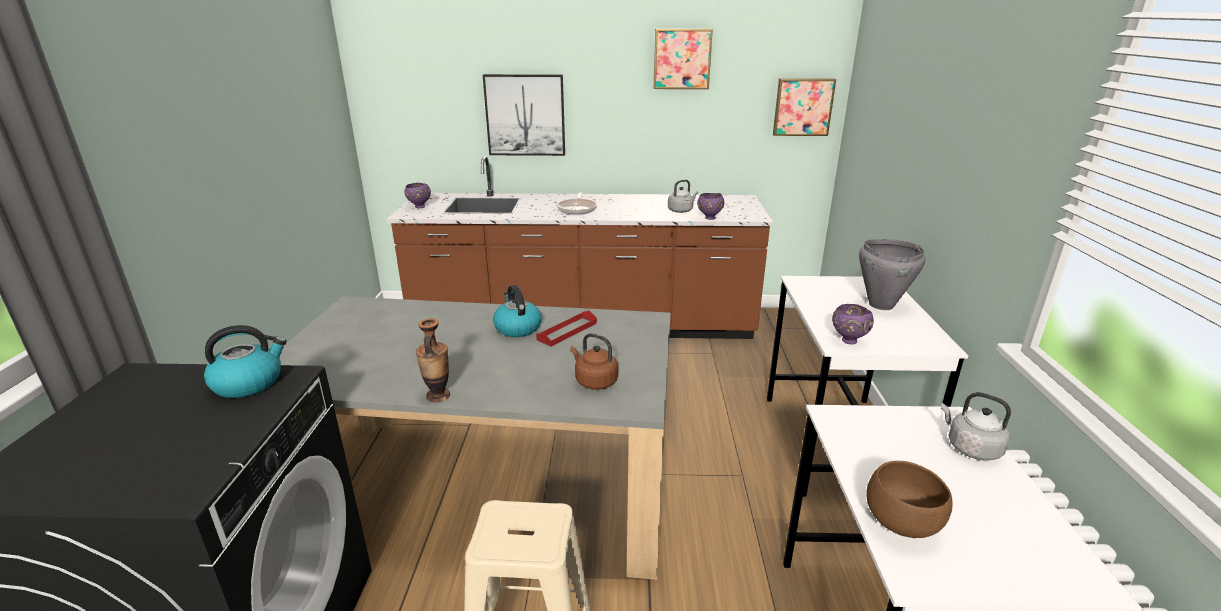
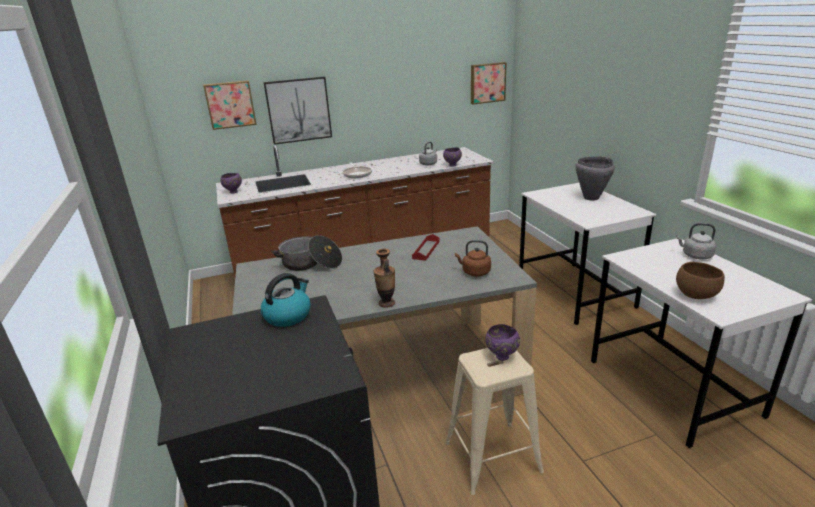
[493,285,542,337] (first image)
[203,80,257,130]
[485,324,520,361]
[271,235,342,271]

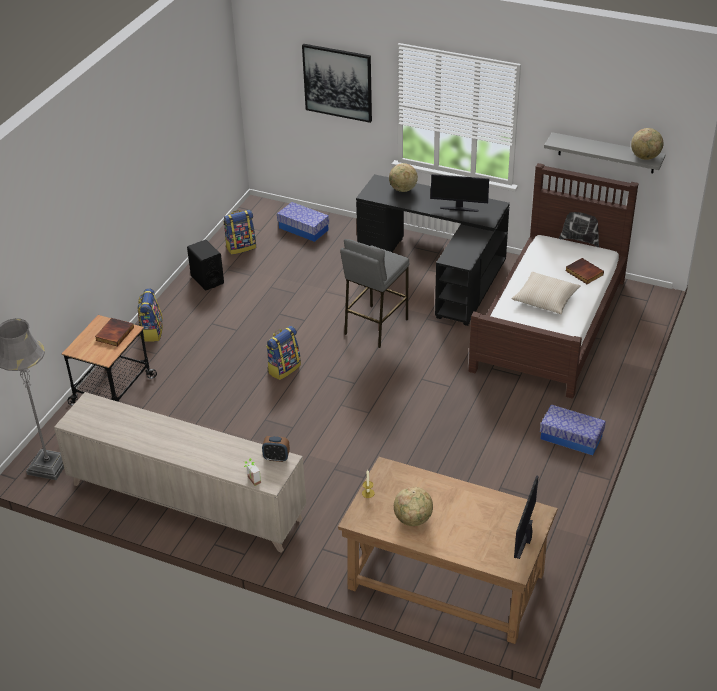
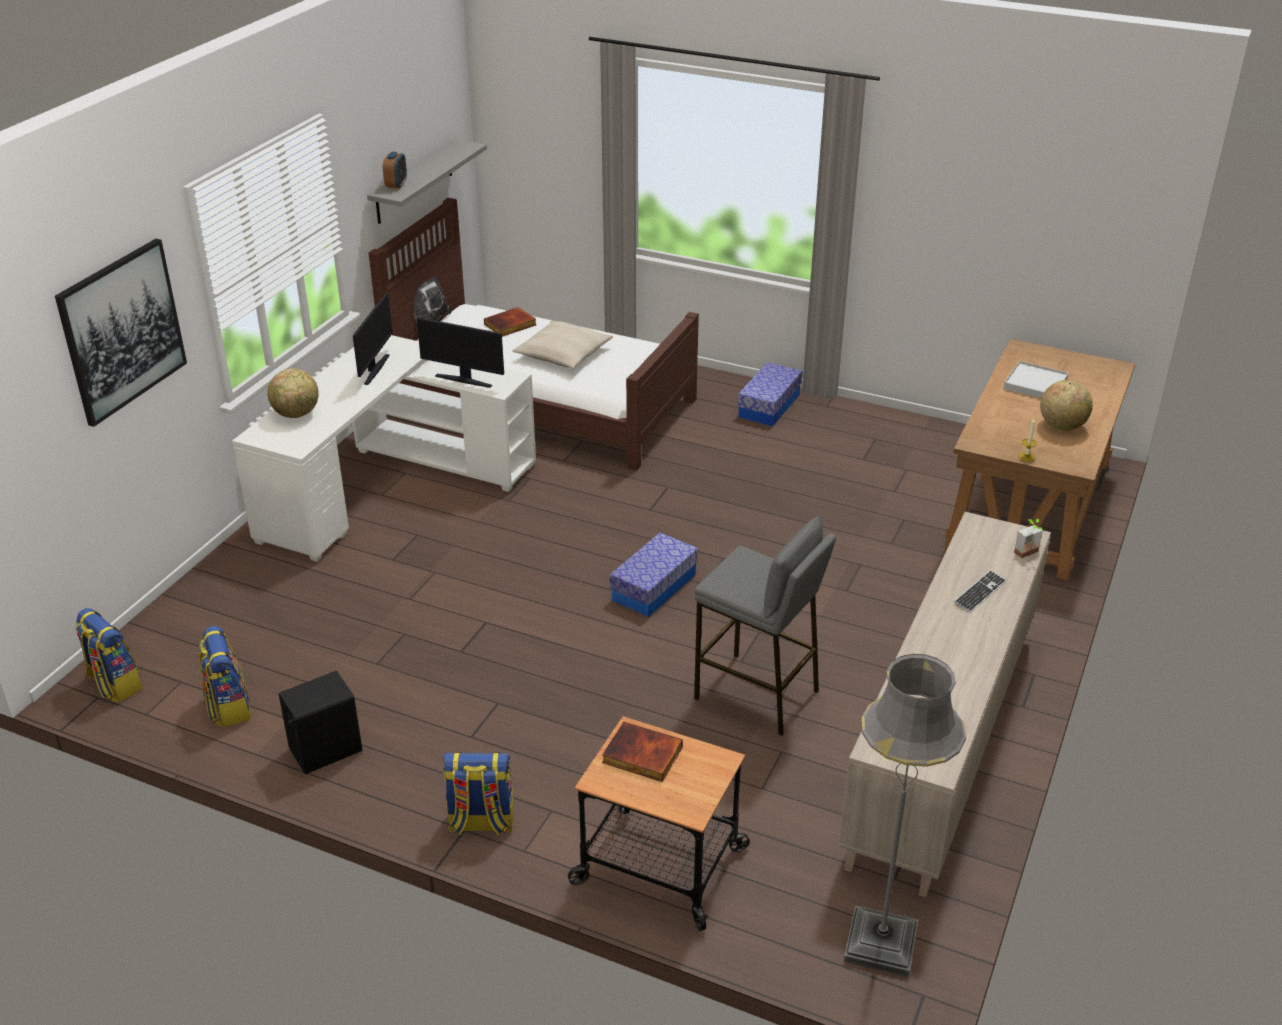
[383,152,407,189]
[75,608,143,703]
[609,533,698,617]
[694,516,836,736]
[232,335,536,562]
[417,317,504,388]
[631,128,663,160] (first image)
[954,570,1007,613]
[1003,361,1069,399]

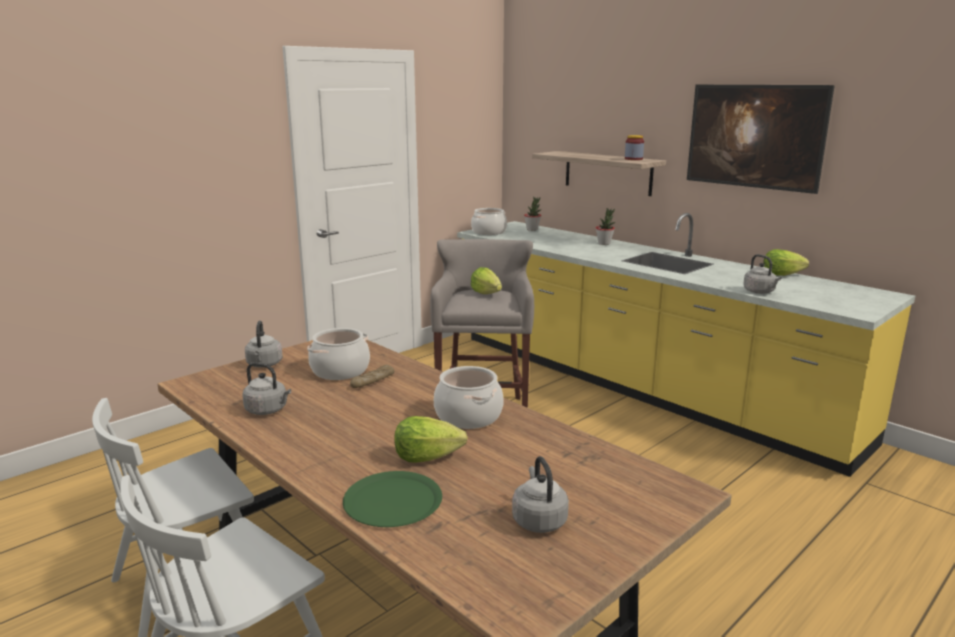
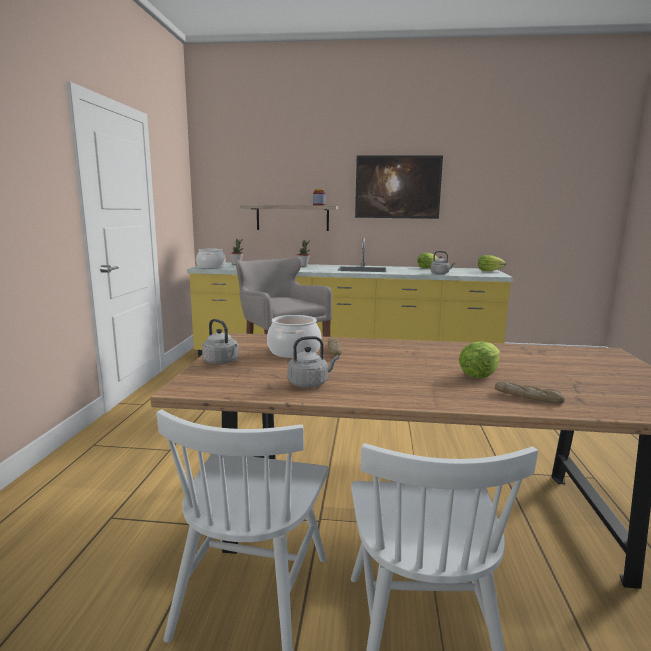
[495,381,565,404]
[434,366,504,429] (first image)
[478,255,506,271]
[512,456,569,533] (first image)

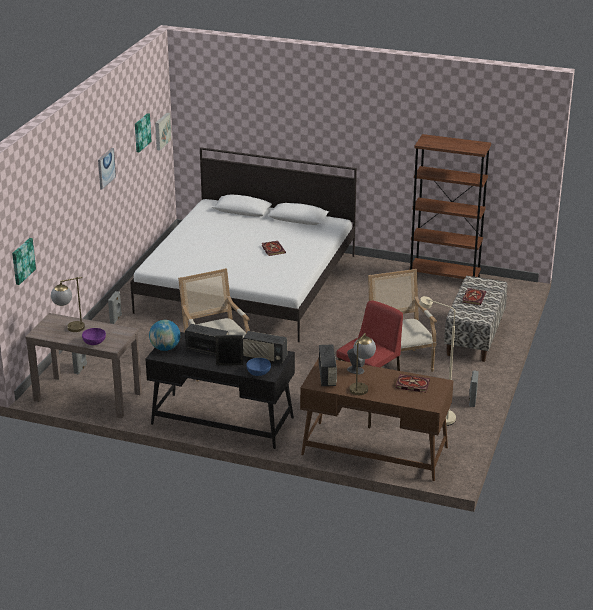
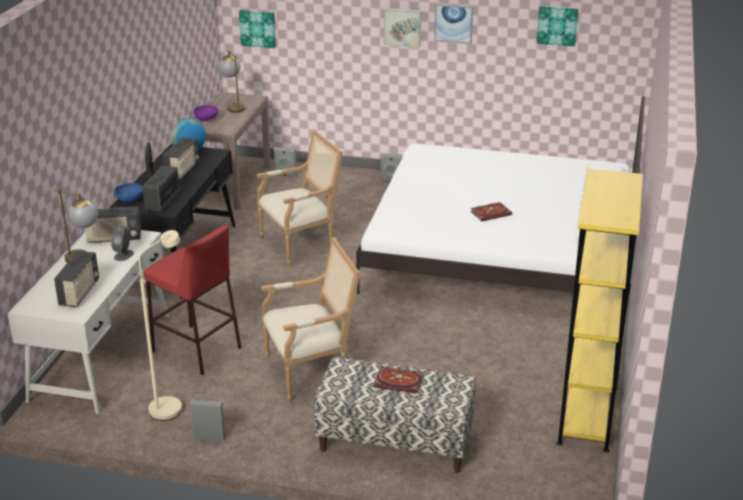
[384,8,421,48]
[7,230,169,414]
[54,251,99,307]
[557,169,643,452]

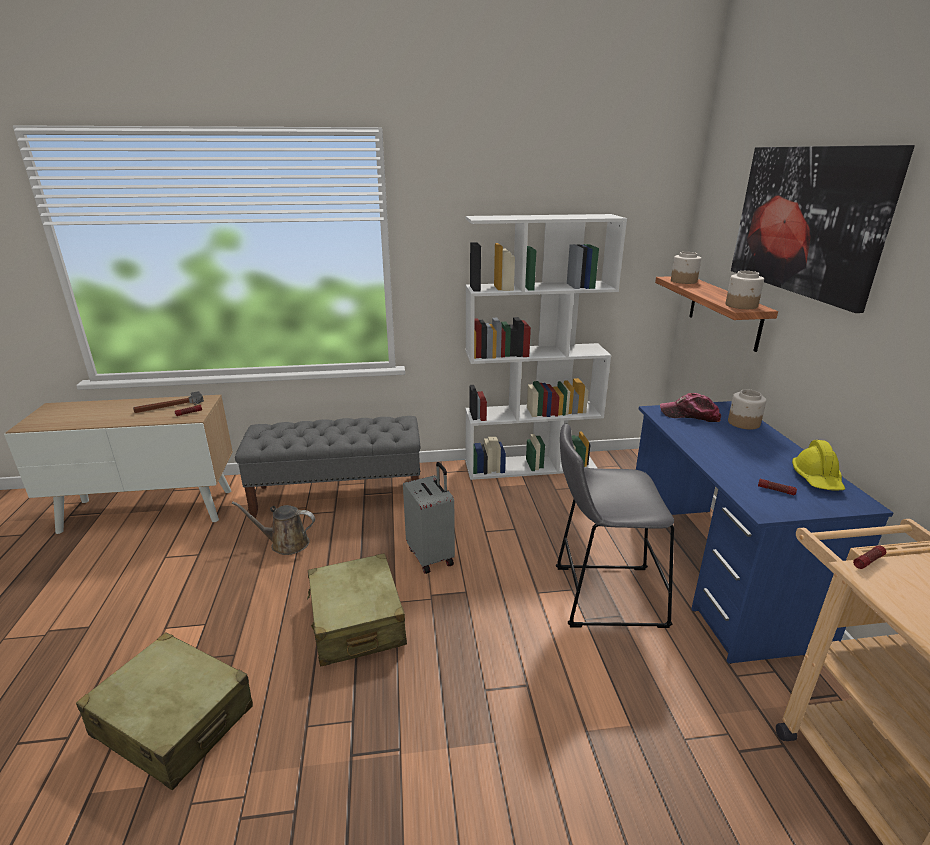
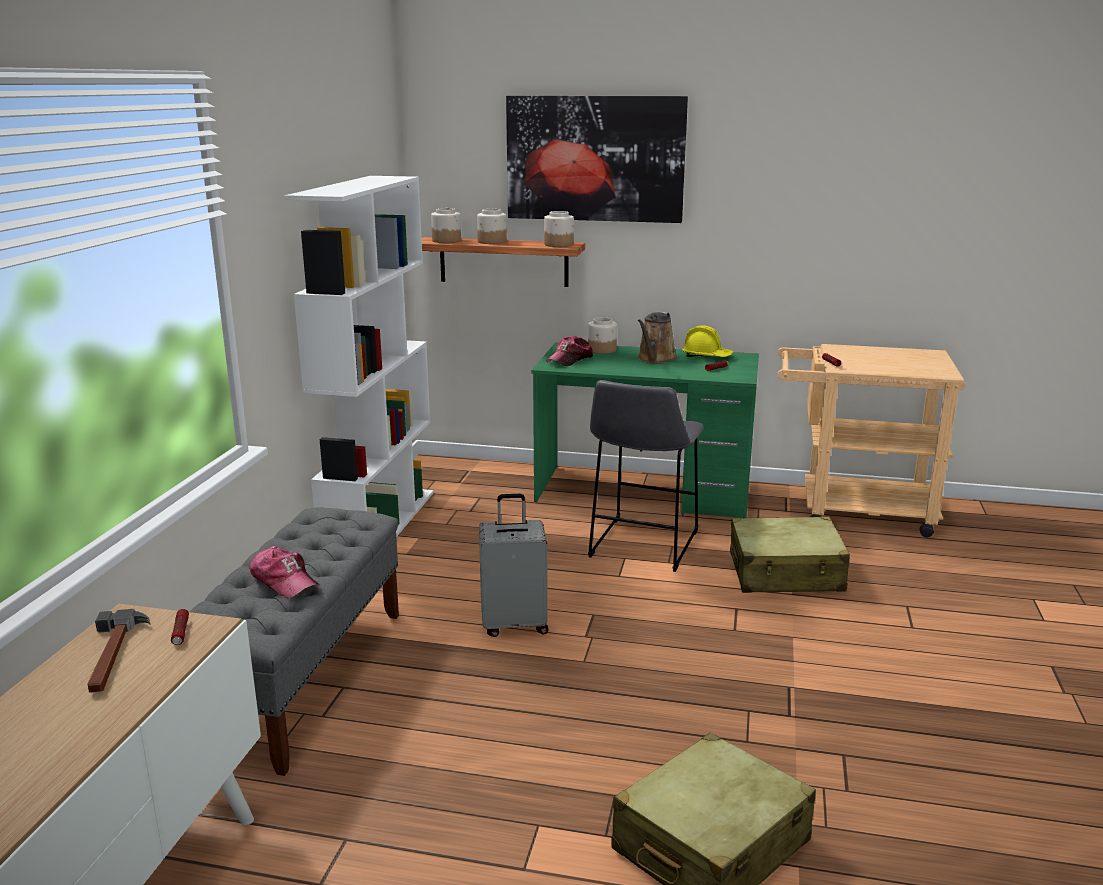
[637,312,677,363]
[730,516,850,593]
[531,342,759,518]
[249,546,319,598]
[477,209,507,244]

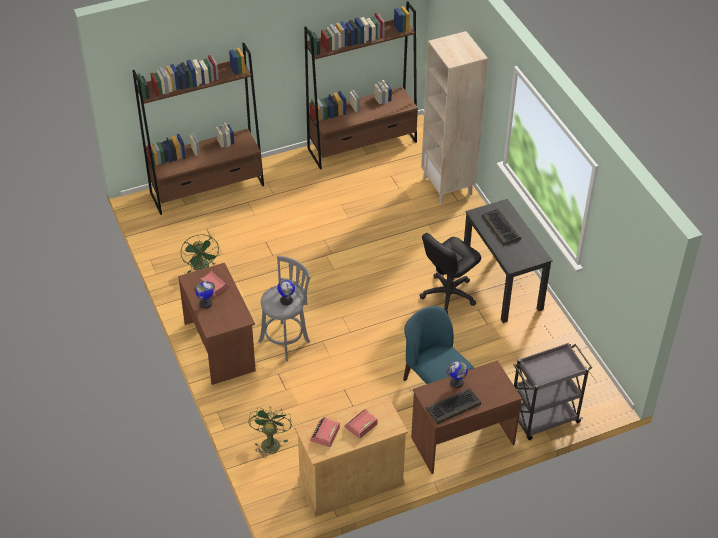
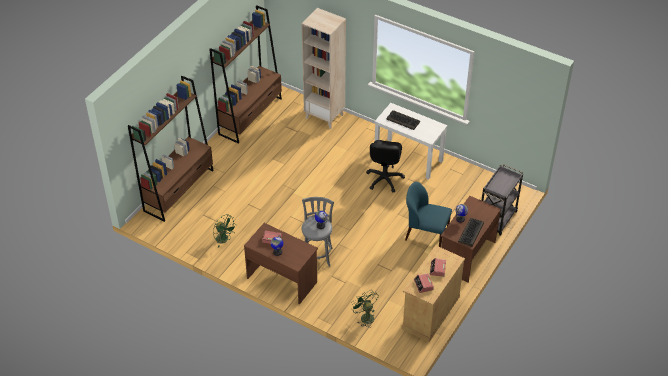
[375,103,447,180]

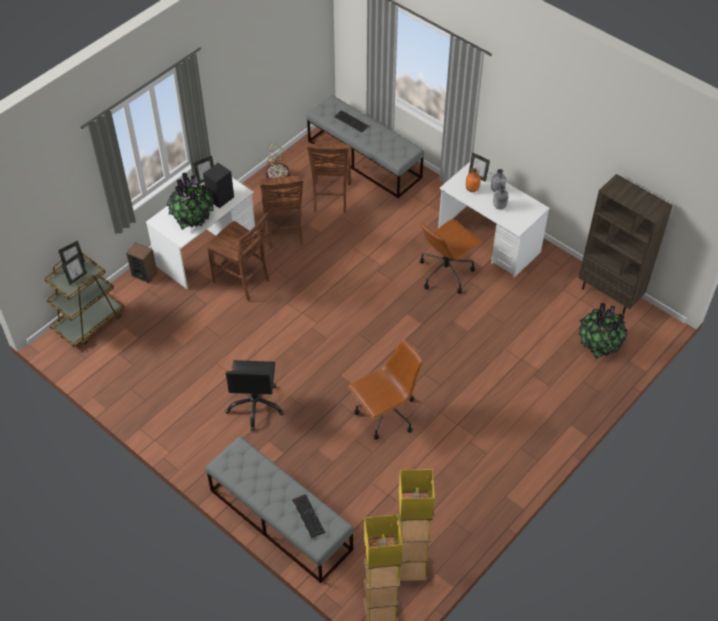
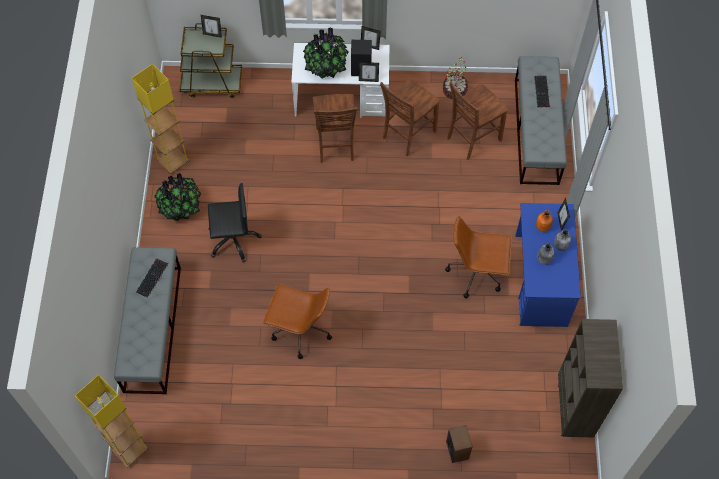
[359,62,379,82]
[446,425,472,463]
[208,183,262,262]
[136,258,168,298]
[132,64,189,174]
[515,203,581,327]
[154,173,201,221]

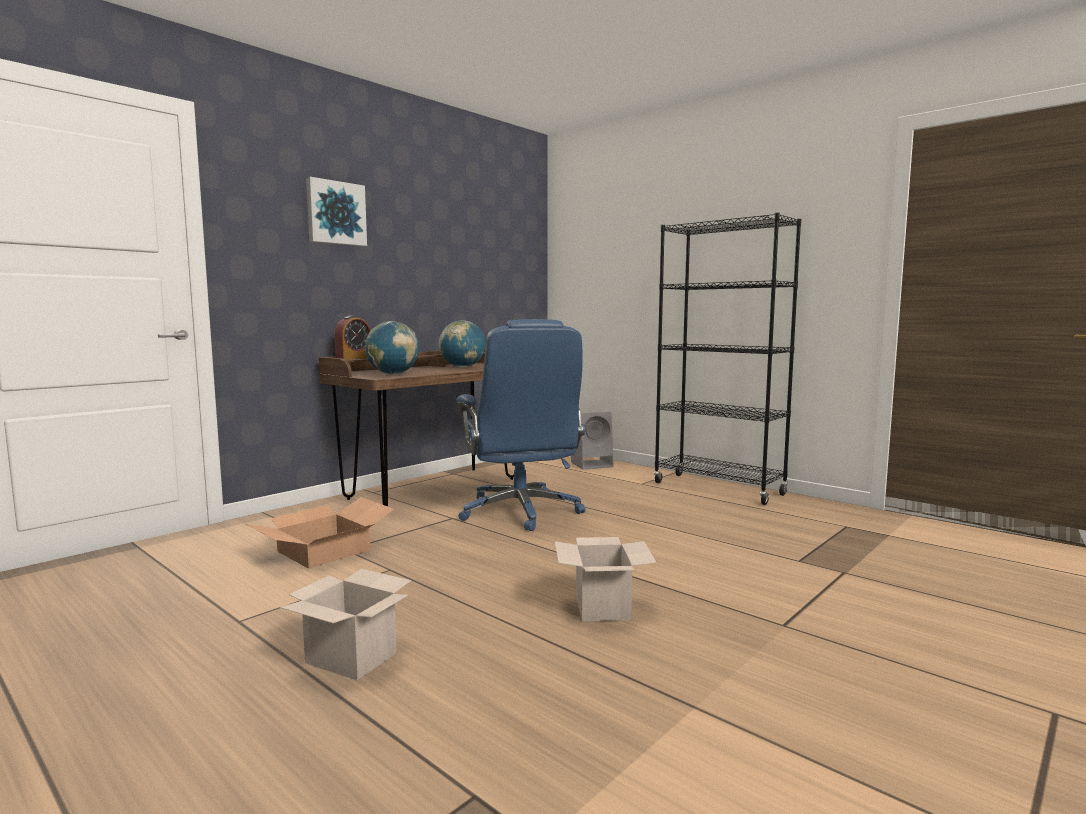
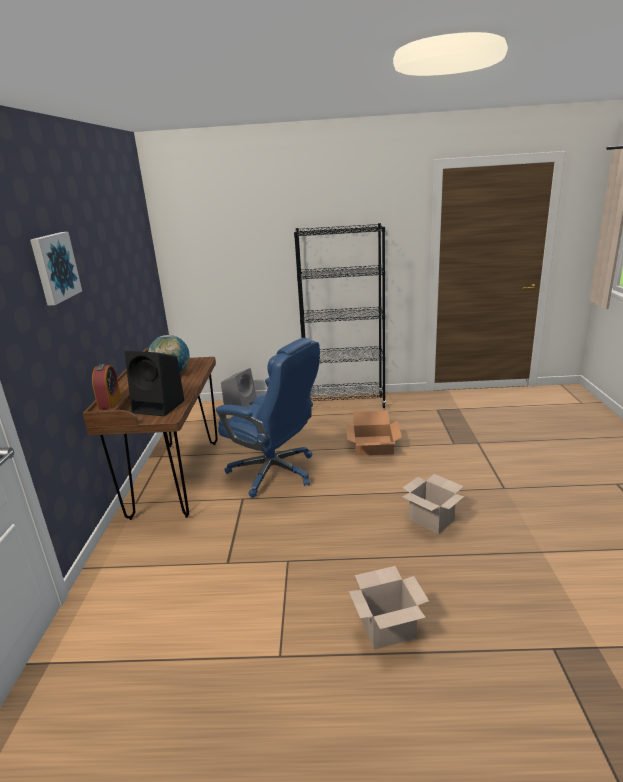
[346,411,402,456]
[124,351,185,416]

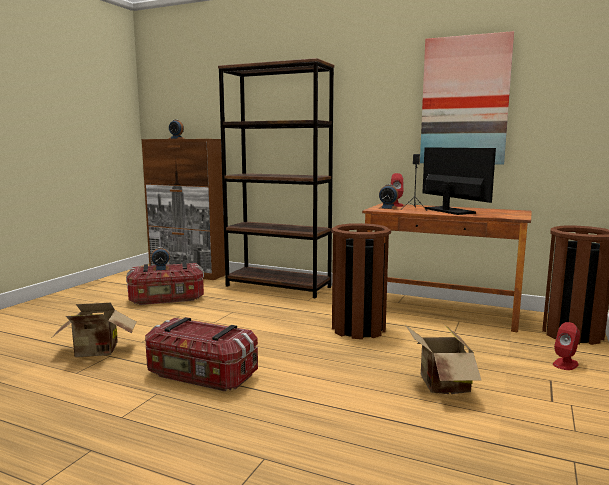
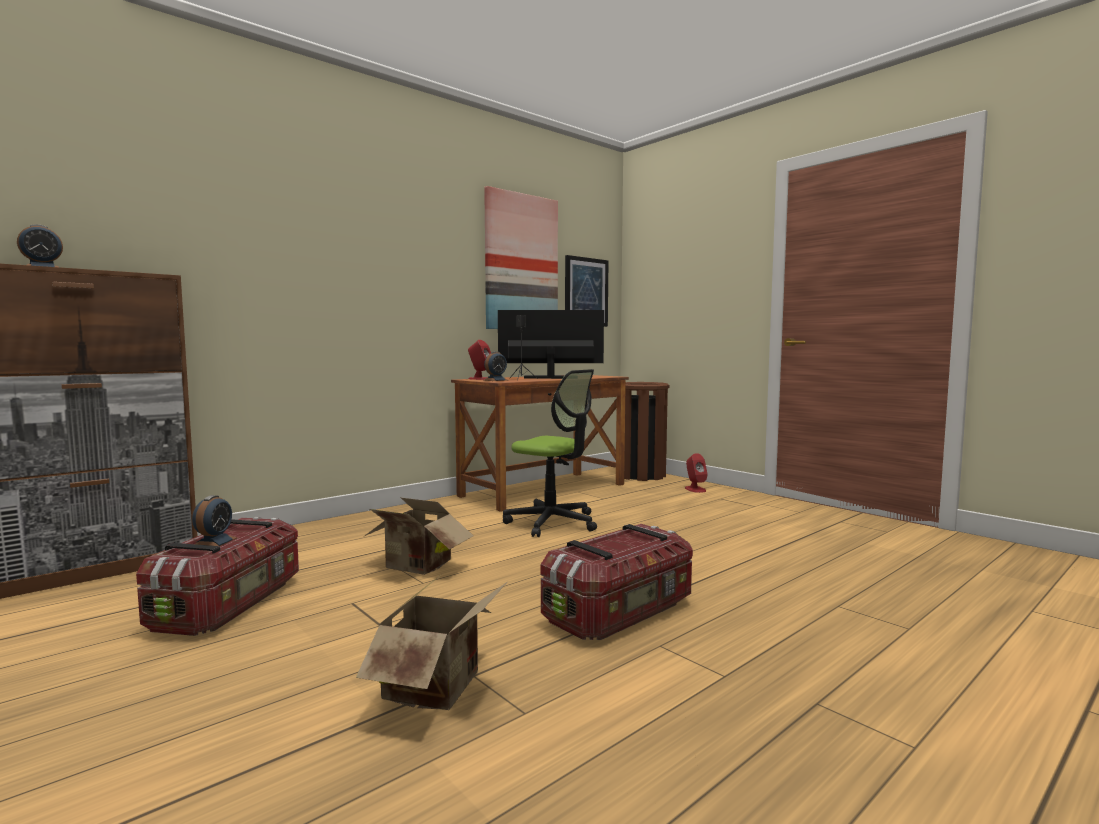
[218,58,334,299] (first image)
[503,369,597,537]
[365,497,474,575]
[565,255,608,327]

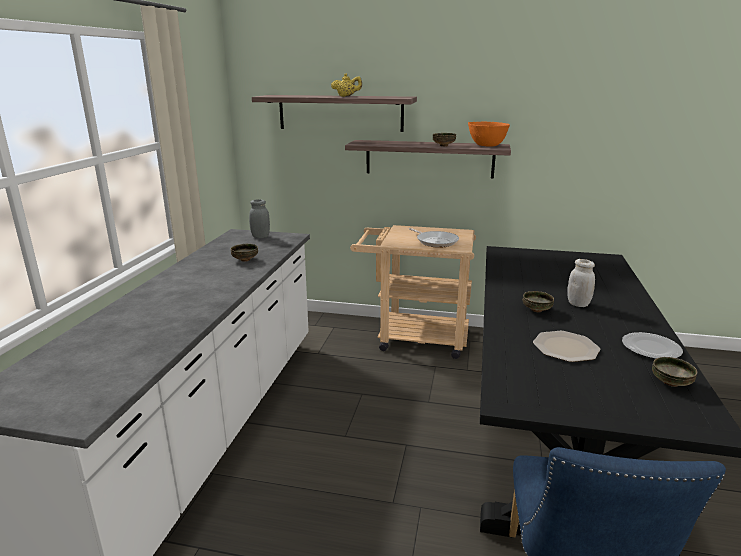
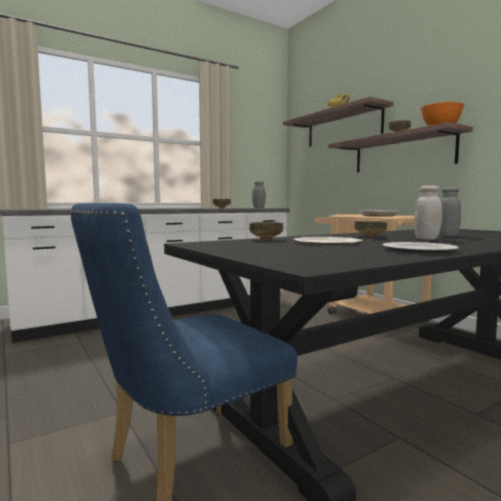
[249,222,283,240]
[439,187,461,237]

